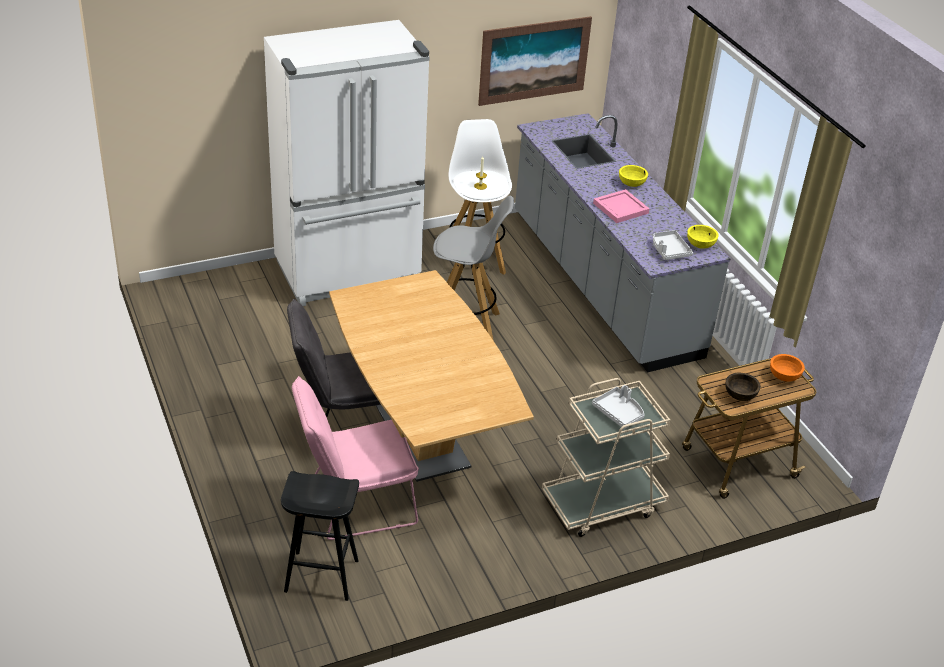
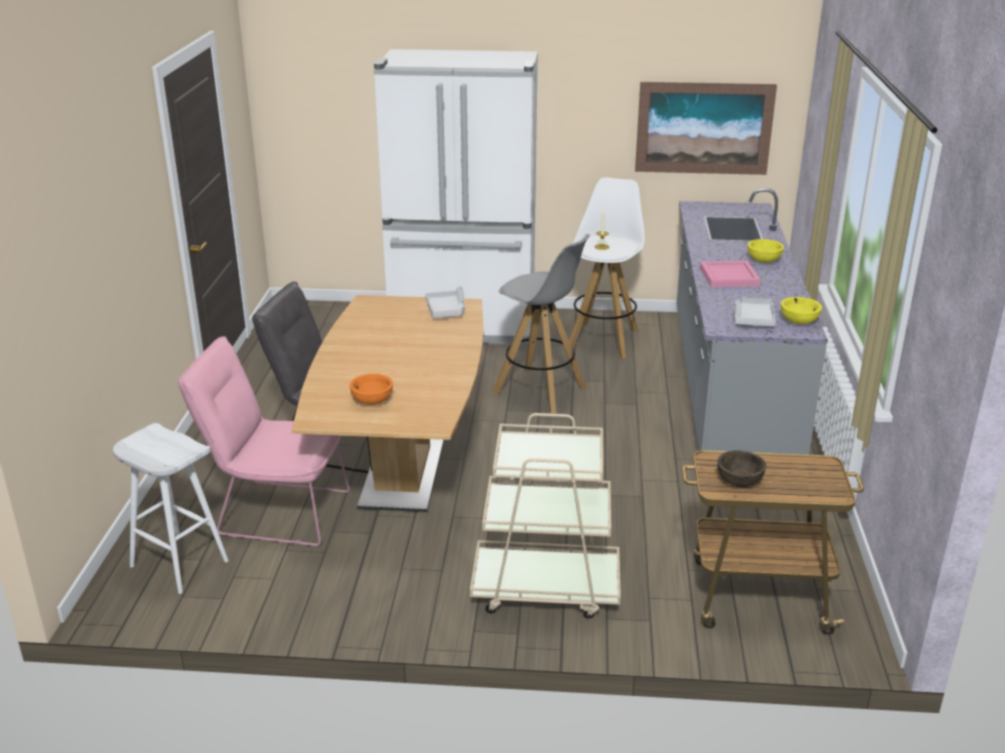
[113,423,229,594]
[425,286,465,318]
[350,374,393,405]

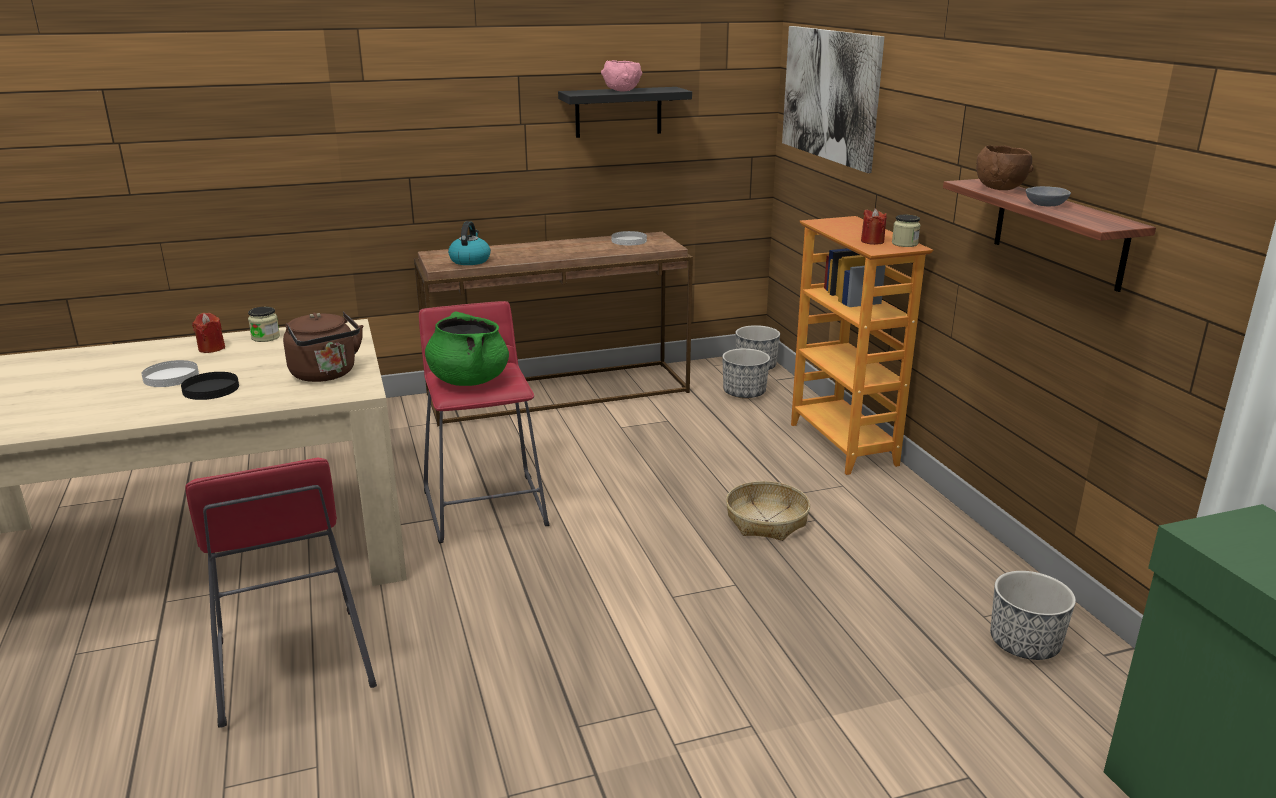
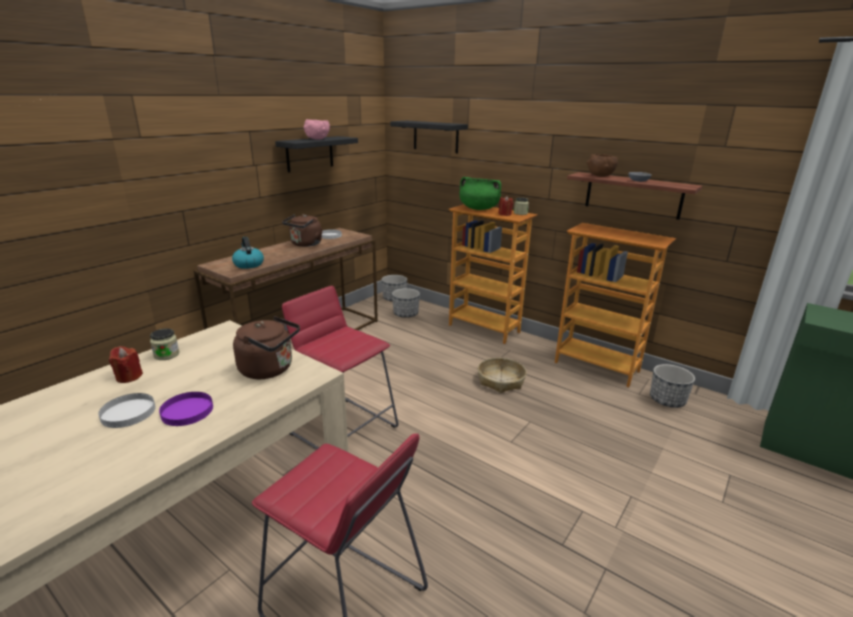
[159,392,213,426]
[459,177,501,210]
[390,121,468,153]
[282,214,323,247]
[555,223,676,387]

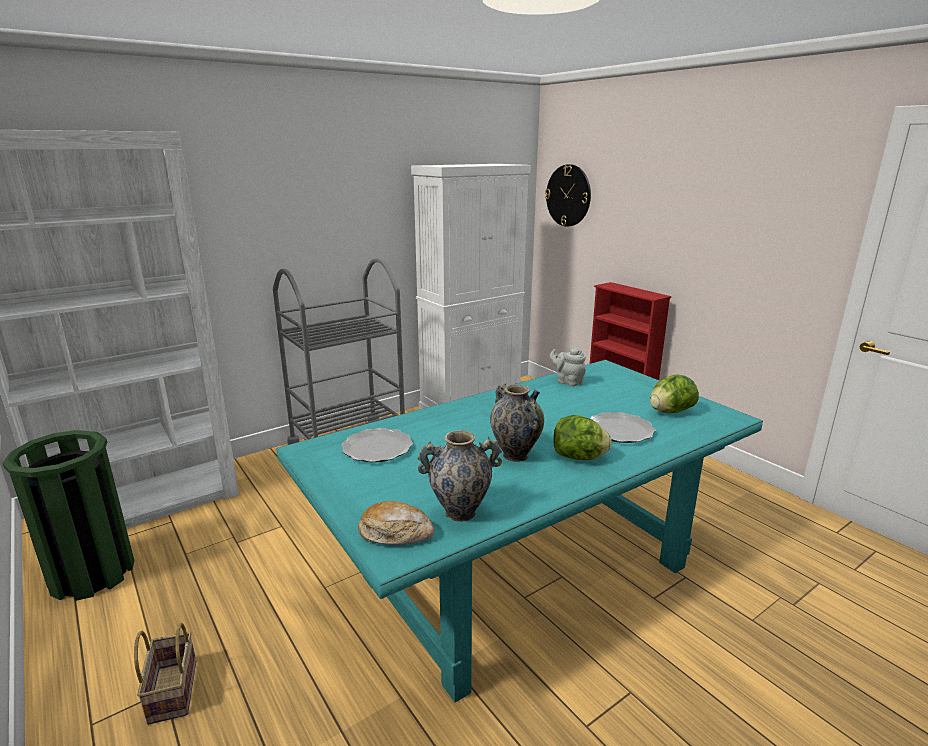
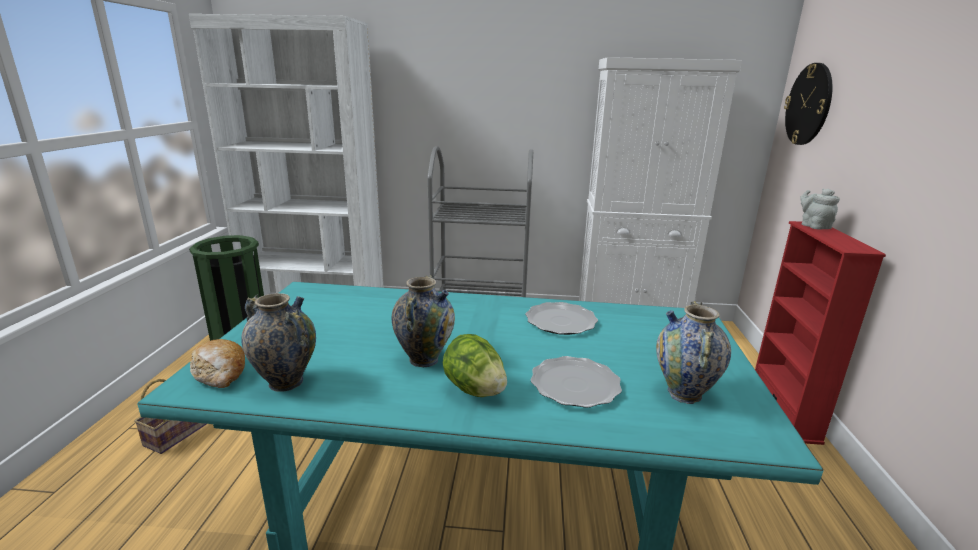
[525,302,598,335]
[800,188,840,229]
[656,301,731,404]

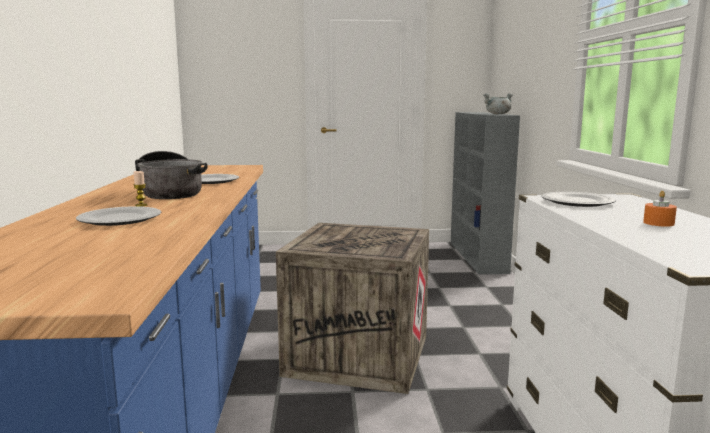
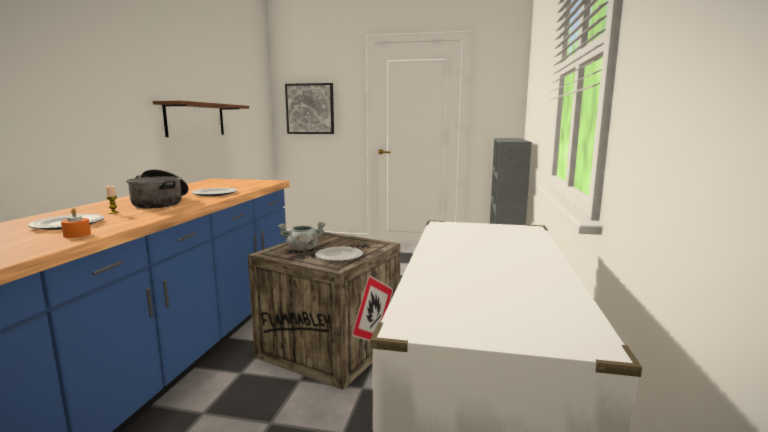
[278,222,325,251]
[315,247,363,262]
[61,208,91,238]
[153,101,249,137]
[285,83,334,134]

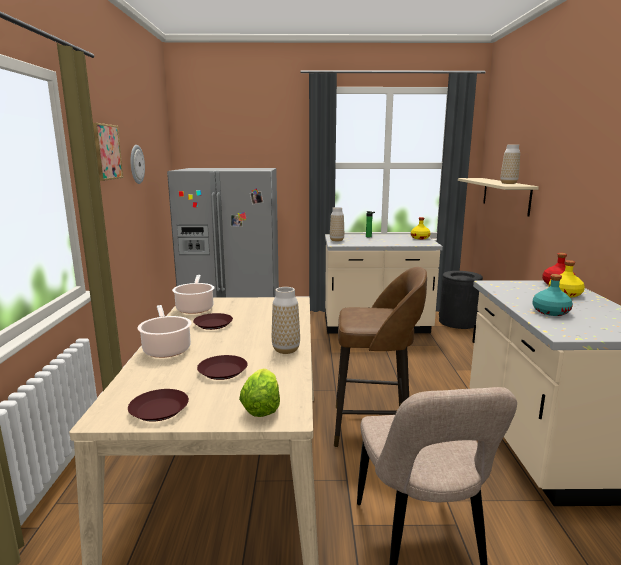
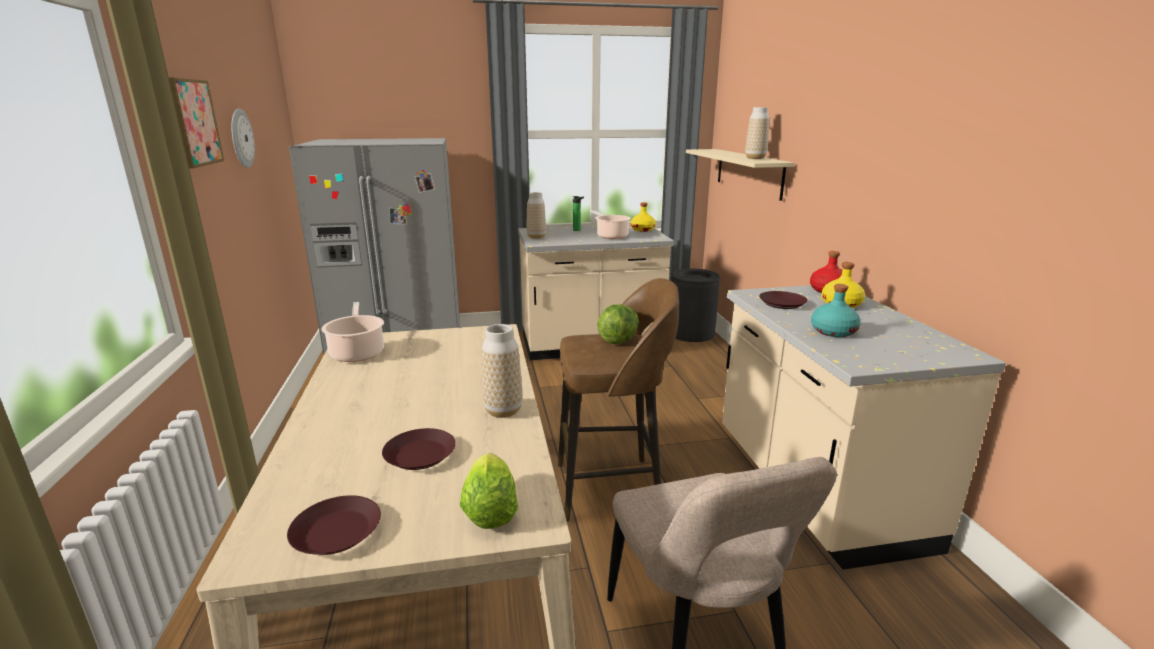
[590,210,631,239]
[759,291,808,309]
[597,304,639,344]

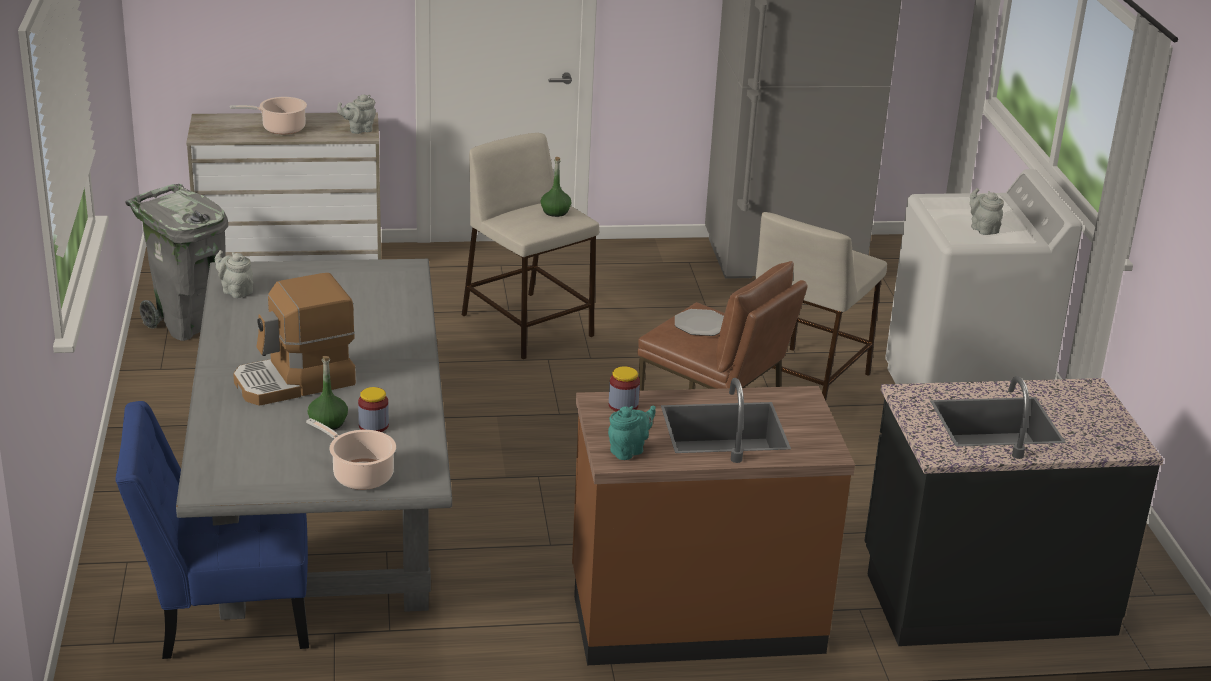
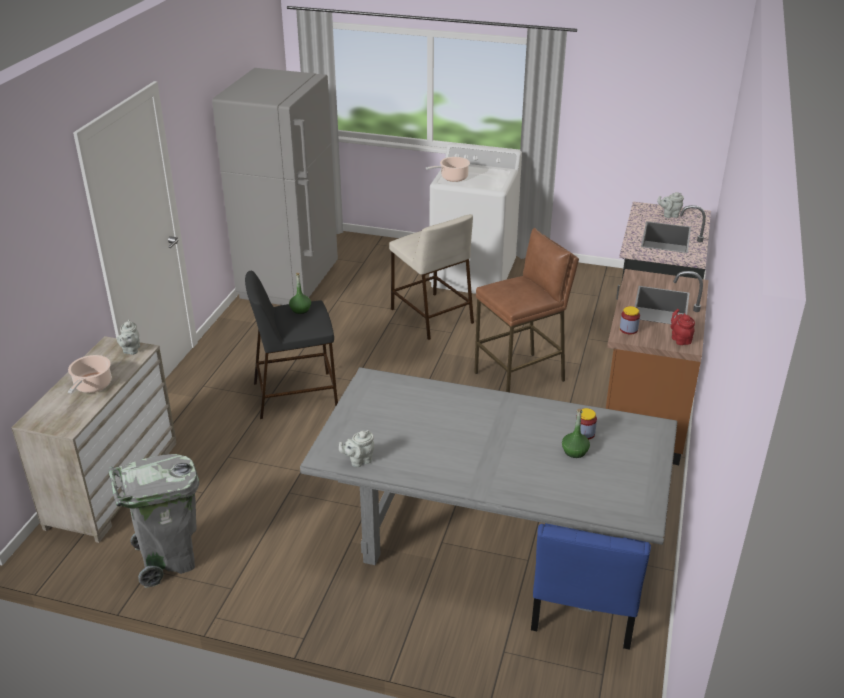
[233,273,356,406] (first image)
[426,157,470,182]
[245,271,338,419]
[671,309,695,345]
[675,309,724,336] (first image)
[657,192,684,218]

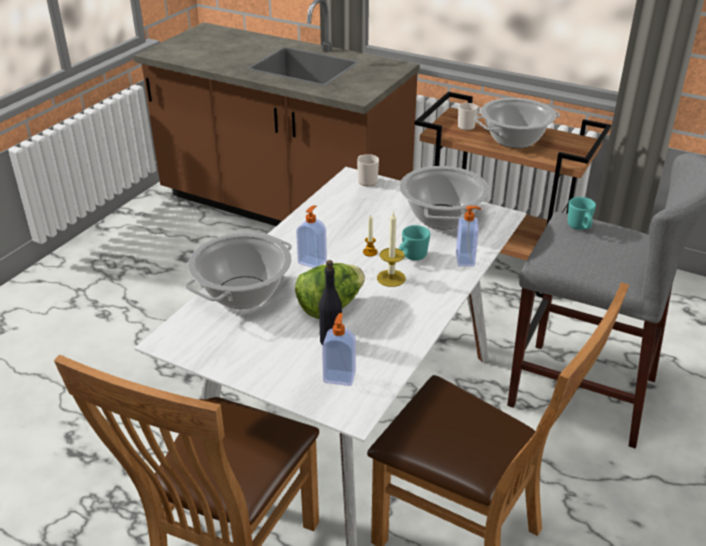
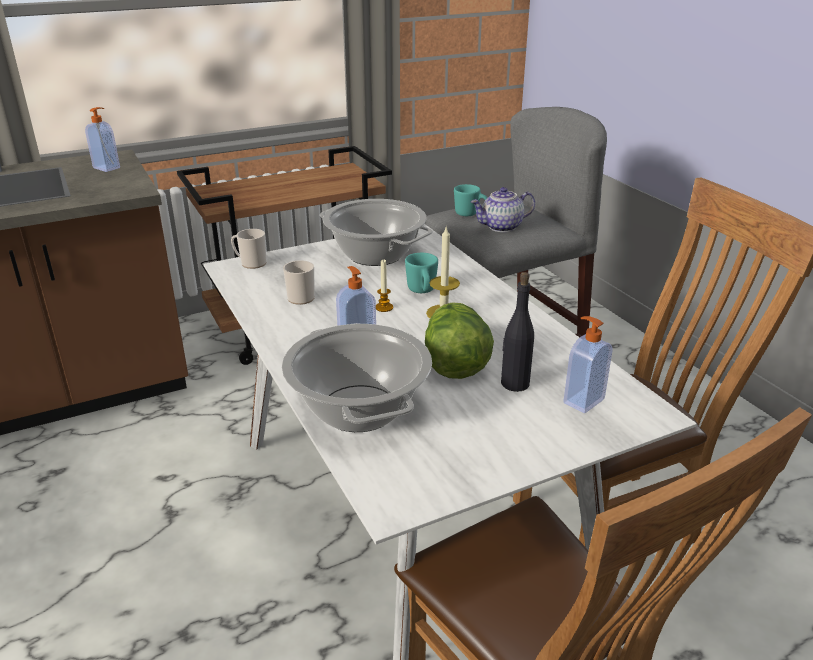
[85,107,120,172]
[283,260,315,305]
[474,98,561,148] (first image)
[471,187,535,232]

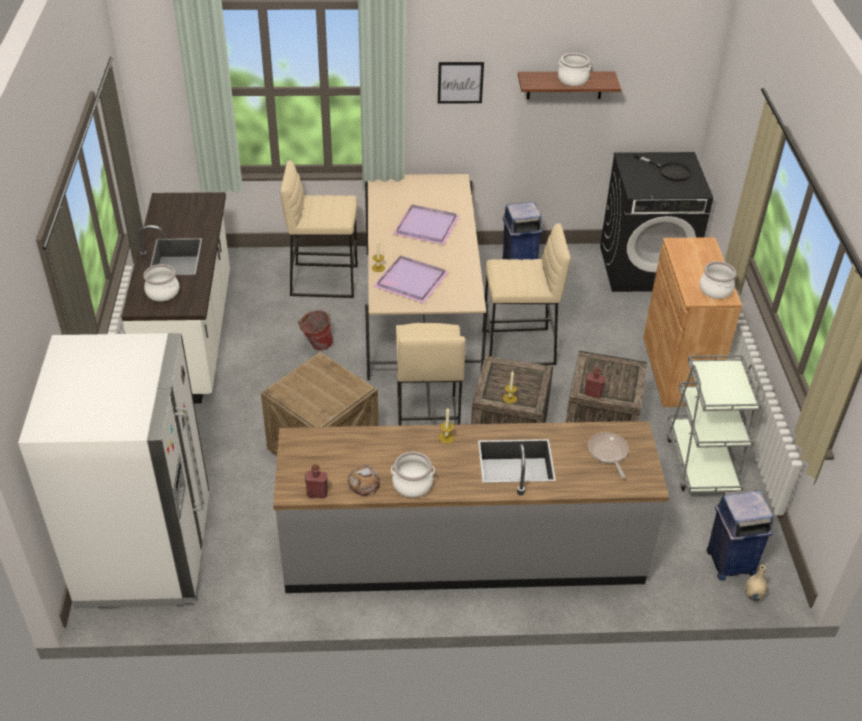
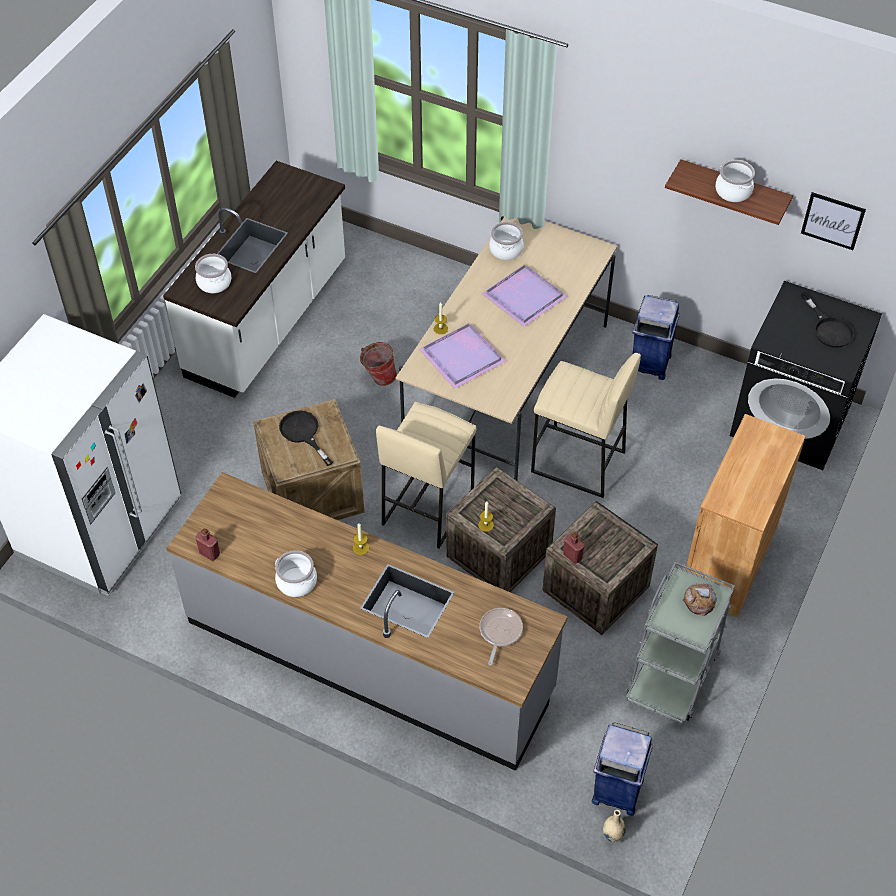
[280,160,358,298] (first image)
[683,583,717,616]
[801,192,866,250]
[489,222,524,260]
[279,411,333,466]

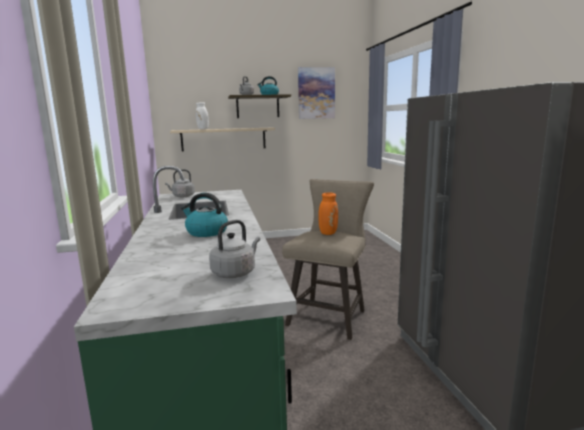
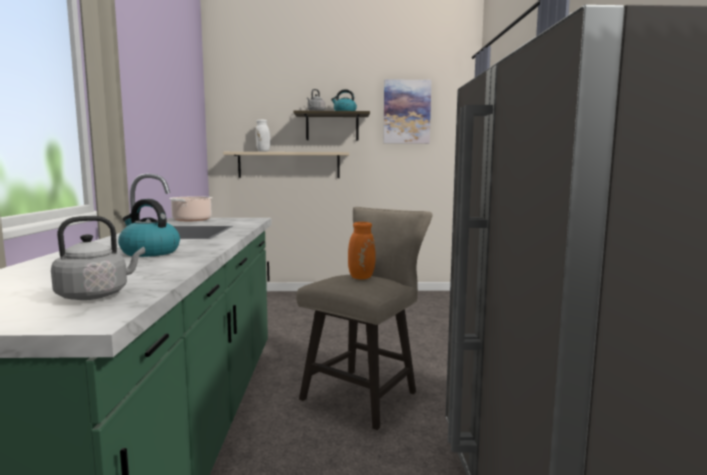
[169,196,213,221]

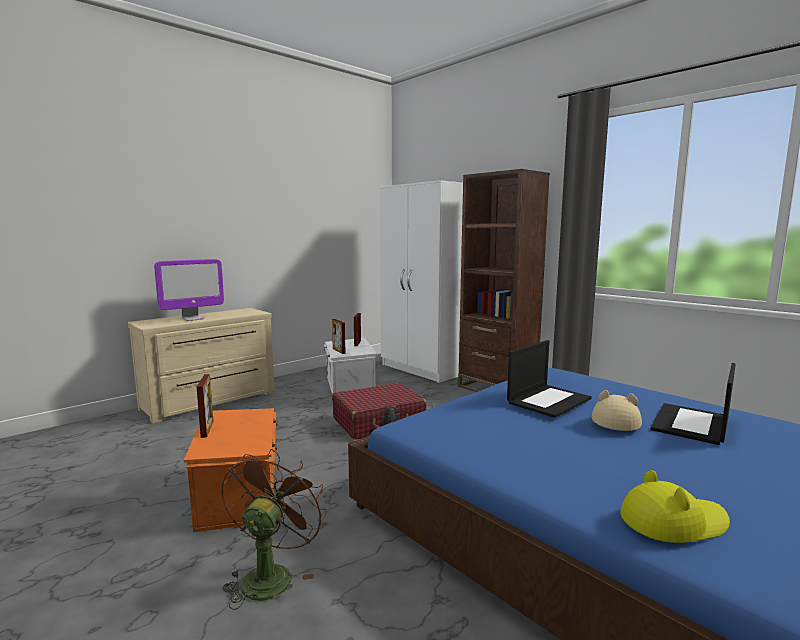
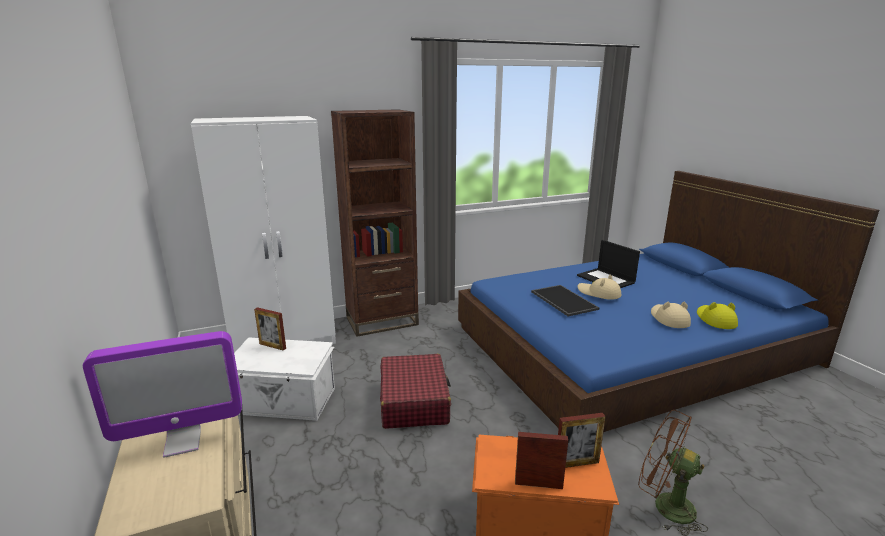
[83,331,242,458]
[558,413,606,468]
[531,285,599,317]
[651,302,691,328]

